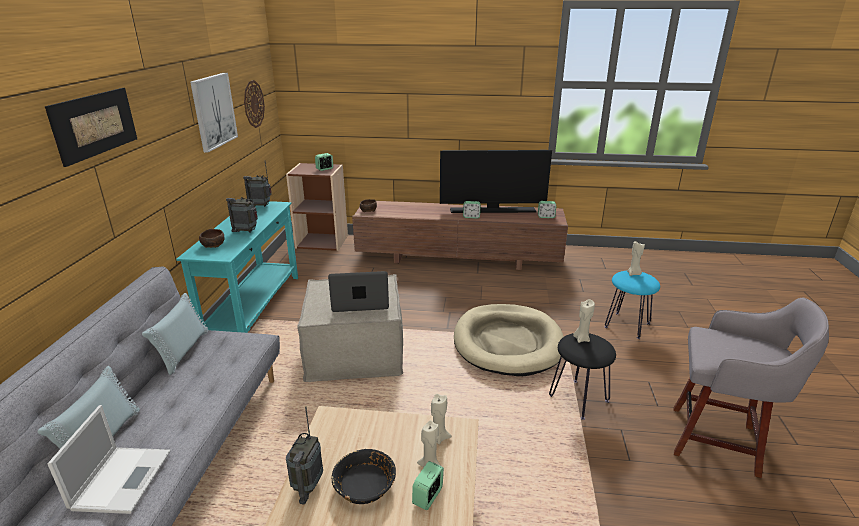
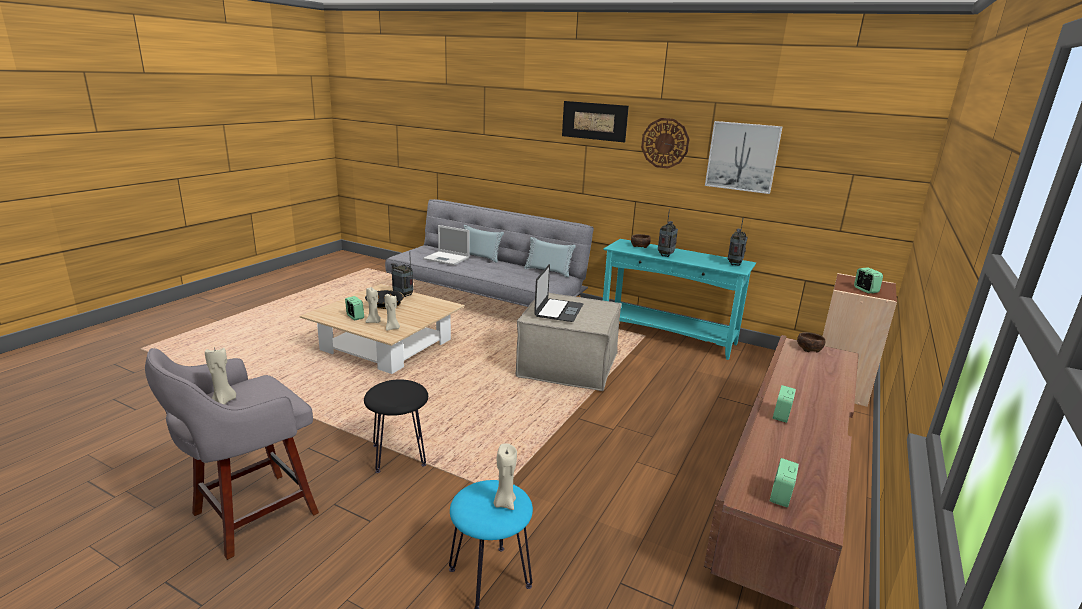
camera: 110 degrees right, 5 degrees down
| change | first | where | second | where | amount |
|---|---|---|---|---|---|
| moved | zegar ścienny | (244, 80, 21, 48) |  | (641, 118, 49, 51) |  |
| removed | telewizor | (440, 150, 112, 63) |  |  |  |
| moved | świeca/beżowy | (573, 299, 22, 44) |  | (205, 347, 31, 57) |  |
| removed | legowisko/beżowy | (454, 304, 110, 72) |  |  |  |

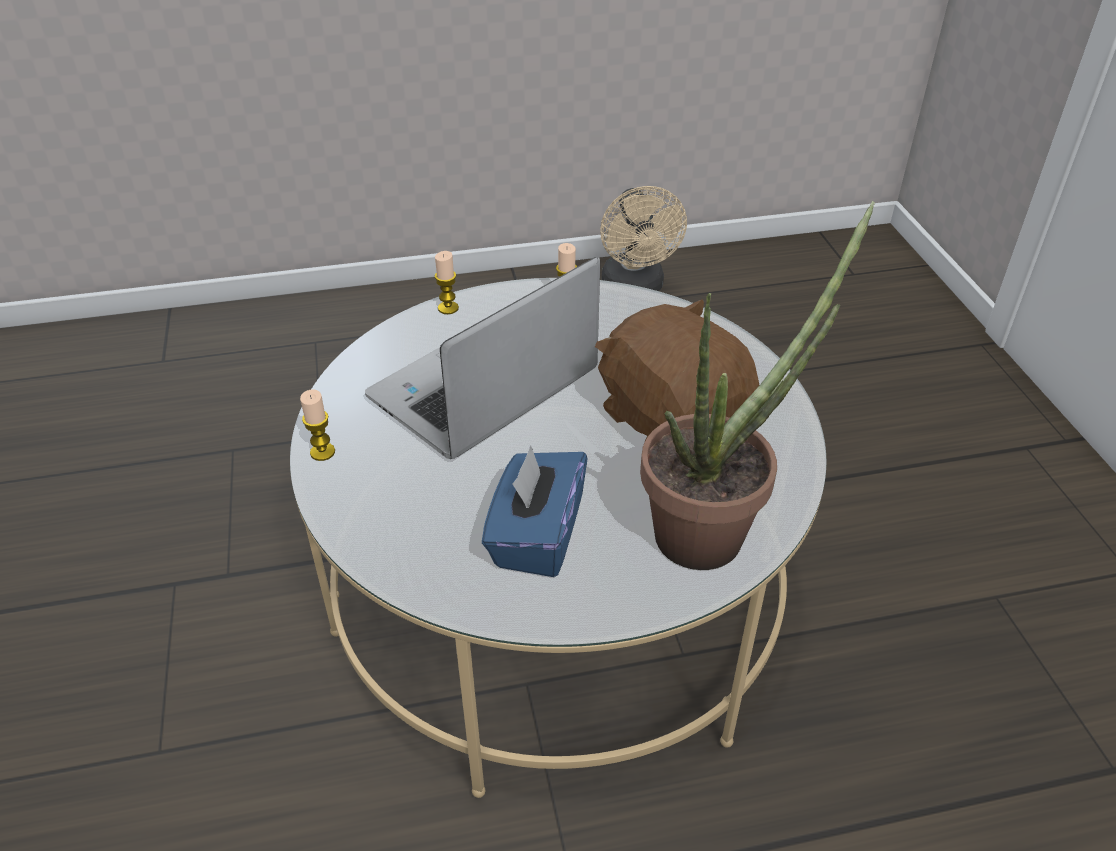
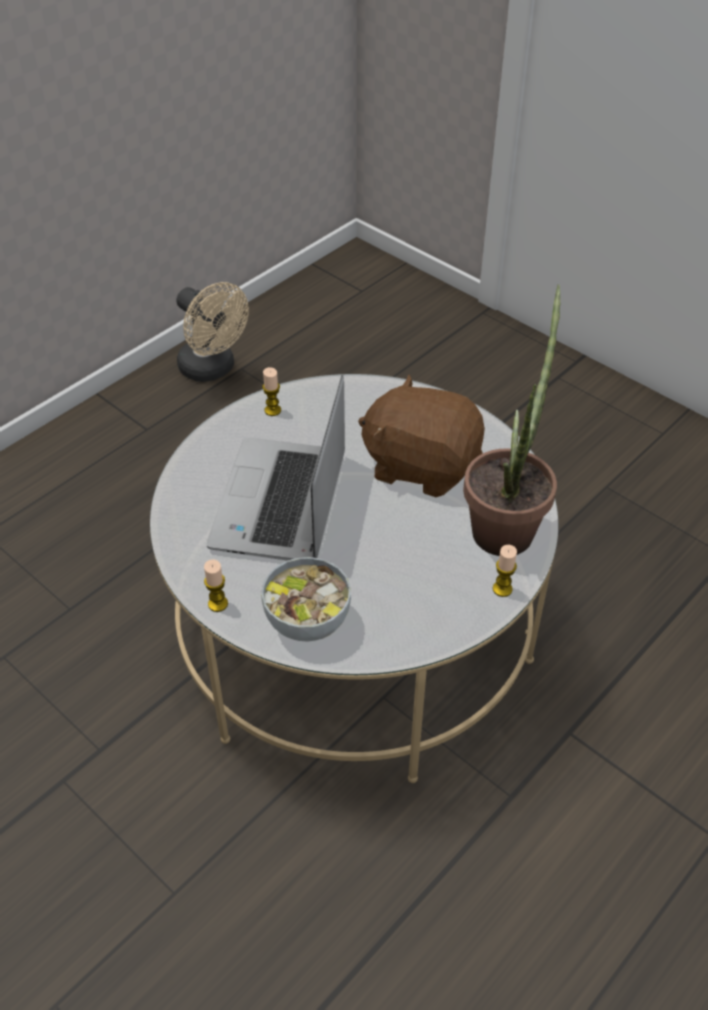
camera: 35 degrees left, 5 degrees up
| change | first | where | second | where | amount |
|---|---|---|---|---|---|
| moved | świeca | (435, 251, 24, 63) |  | (493, 545, 24, 52) |  |
| removed | pudełko chusteczek/niebieski | (482, 446, 106, 131) |  |  |  |
| added |  |  | miska | (261, 557, 90, 85) |  |

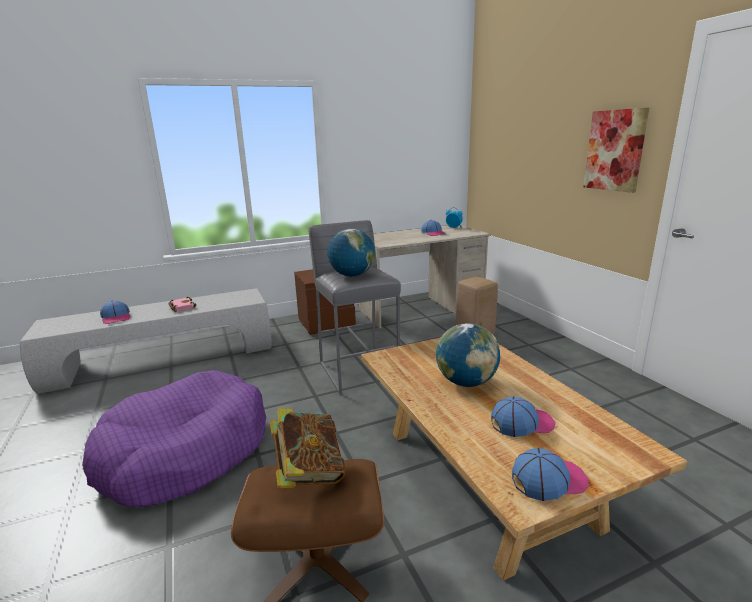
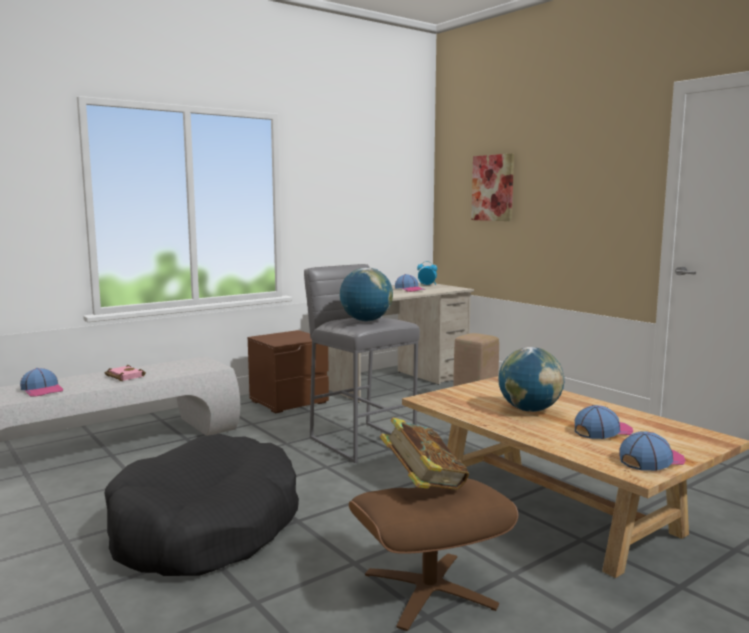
camera: 15 degrees left, 10 degrees down
| change | first | where | second | where | amount |
|---|---|---|---|---|---|
| moved | obraz | (583, 108, 66, 85) |  | (471, 154, 43, 67) |  |
| recoloured | legowisko/fioletowy | (82, 370, 184, 138) | legowisko/czarny | (104, 433, 195, 143) |  |

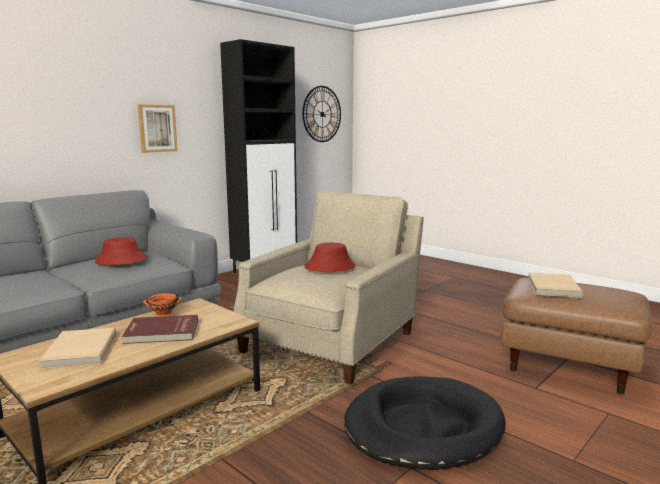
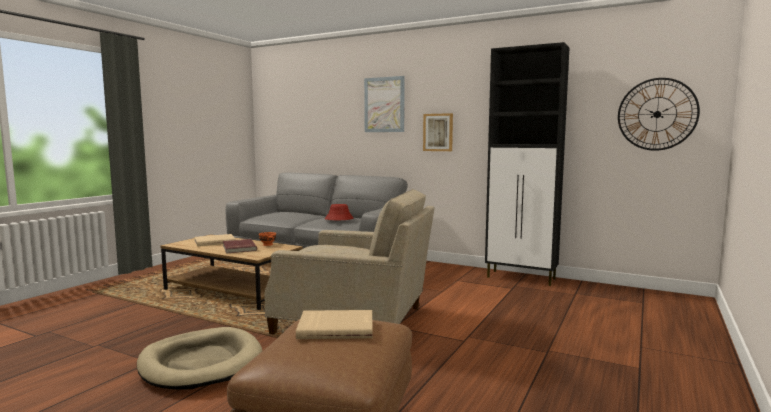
camera: 75 degrees right, 5 degrees down
| change | first | where | second | where | amount |
|---|---|---|---|---|---|
| removed | kapelusz/czerwony | (304, 243, 52, 29) |  |  |  |
| recoloured | legowisko/czarny | (344, 376, 162, 94) | legowisko/beżowy | (137, 327, 126, 63) |  |
| added |  |  | obraz | (364, 76, 41, 56) |  |

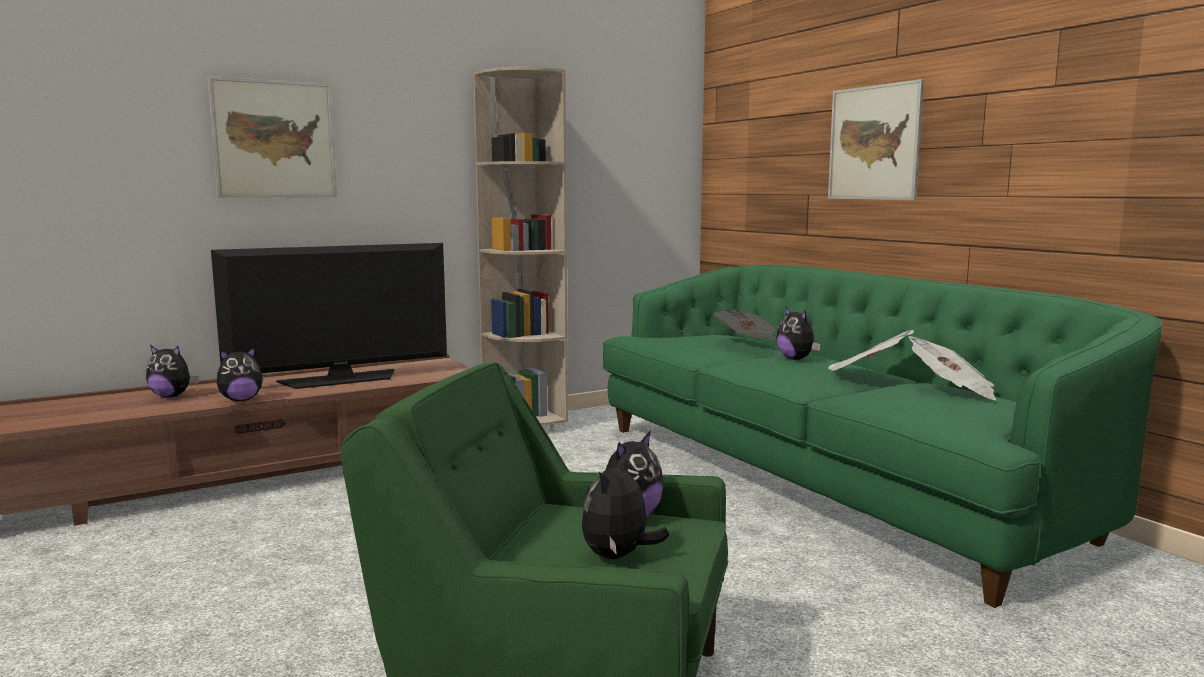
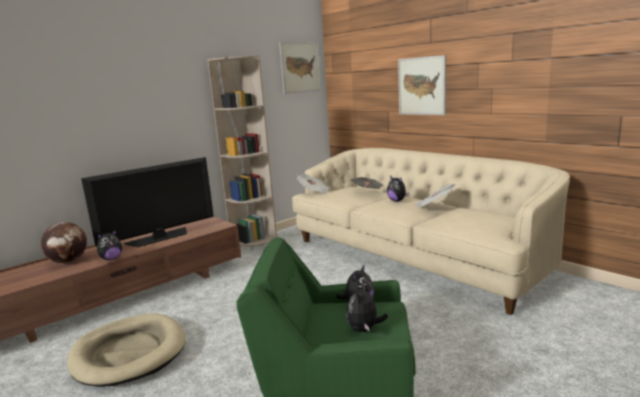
camera: 10 degrees left, 5 degrees up
| change | first | where | second | where | amount |
|---|---|---|---|---|---|
| moved | obraz | (208, 76, 129, 122) |  | (279, 42, 42, 52) |  |
| recoloured | kanapa/zielony | (603, 265, 559, 343) | kanapa/beżowy | (292, 148, 278, 167) |  |
| moved | gazeta | (909, 336, 87, 64) |  | (297, 173, 32, 21) |  |
| replaced | pluszak | (146, 345, 52, 52) | globus | (41, 222, 46, 41) |  |
| added |  |  | legowisko/beżowy | (67, 313, 119, 74) |  |

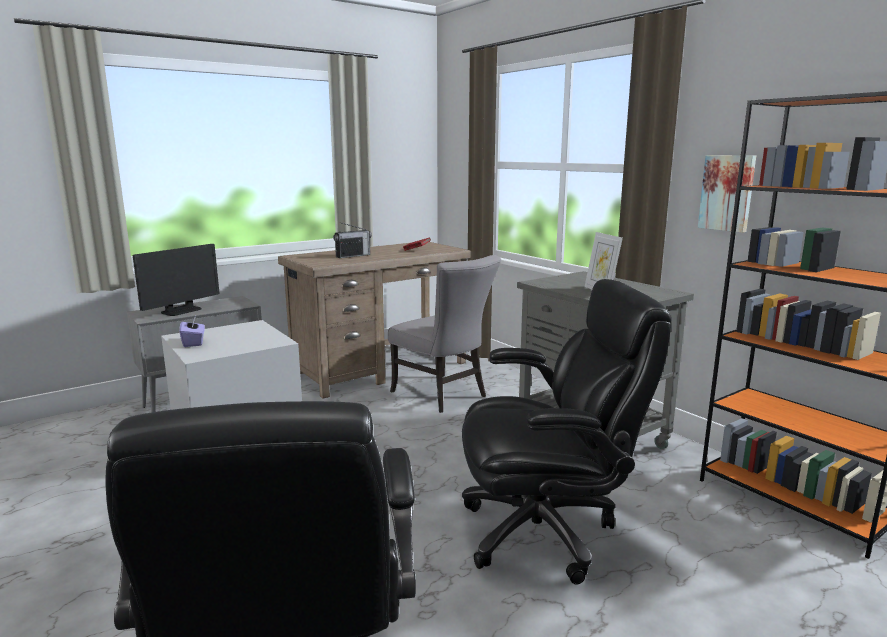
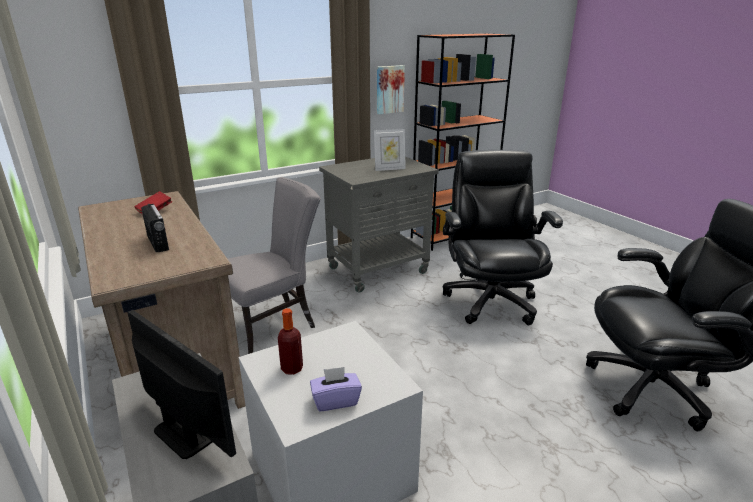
camera: 85 degrees left, 10 degrees up
| change | first | where | second | where | amount |
|---|---|---|---|---|---|
| added |  |  | butelka | (278, 308, 25, 67) |  |

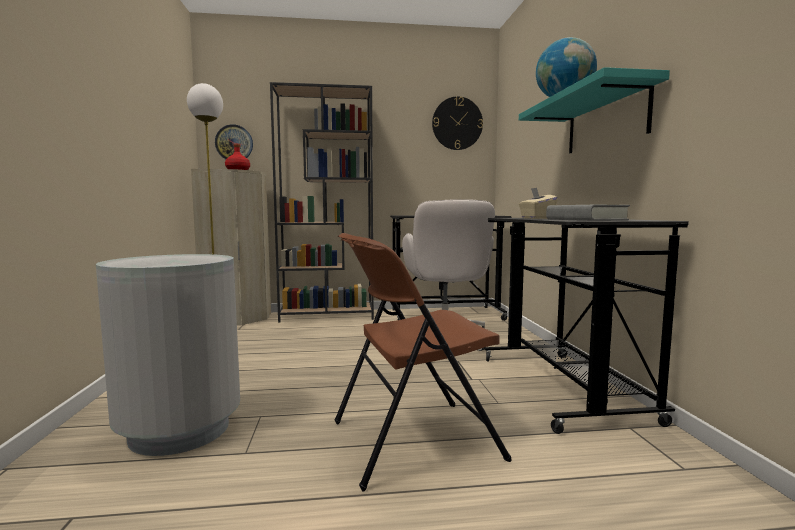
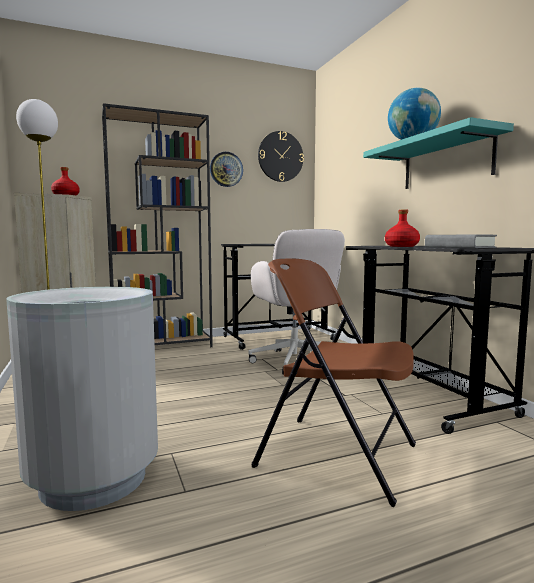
camera: 15 degrees left, 0 degrees up
| change | first | where | second | where | amount |
|---|---|---|---|---|---|
| moved | zegar ścienny | (215, 124, 38, 35) |  | (210, 152, 33, 35) |  |
| replaced | pudełko chusteczek/beżowy | (519, 187, 39, 32) | butelka/czerwony | (385, 209, 35, 38) |  |
| turned | krzesło/brązowy | (334, 233, 178, 259) |  | (252, 258, 164, 249) | 60 degrees clockwise |

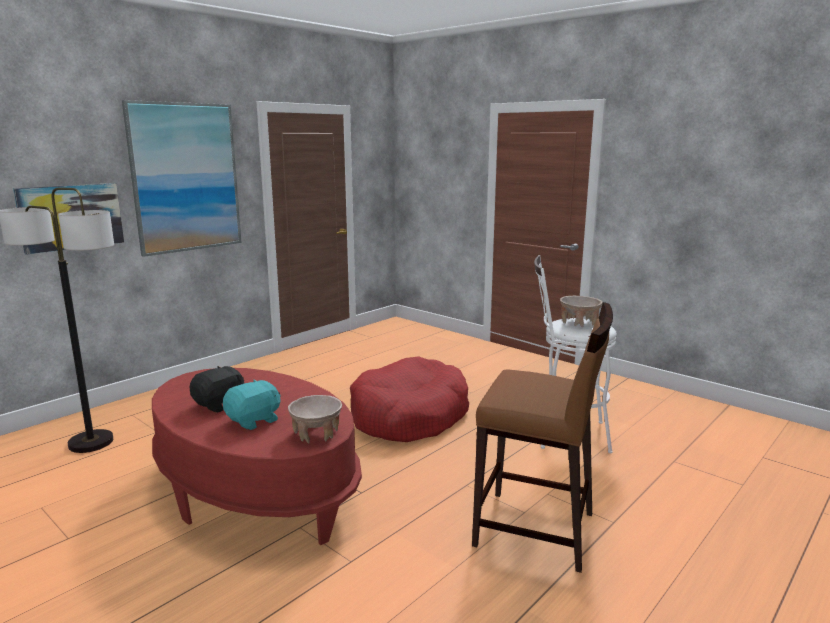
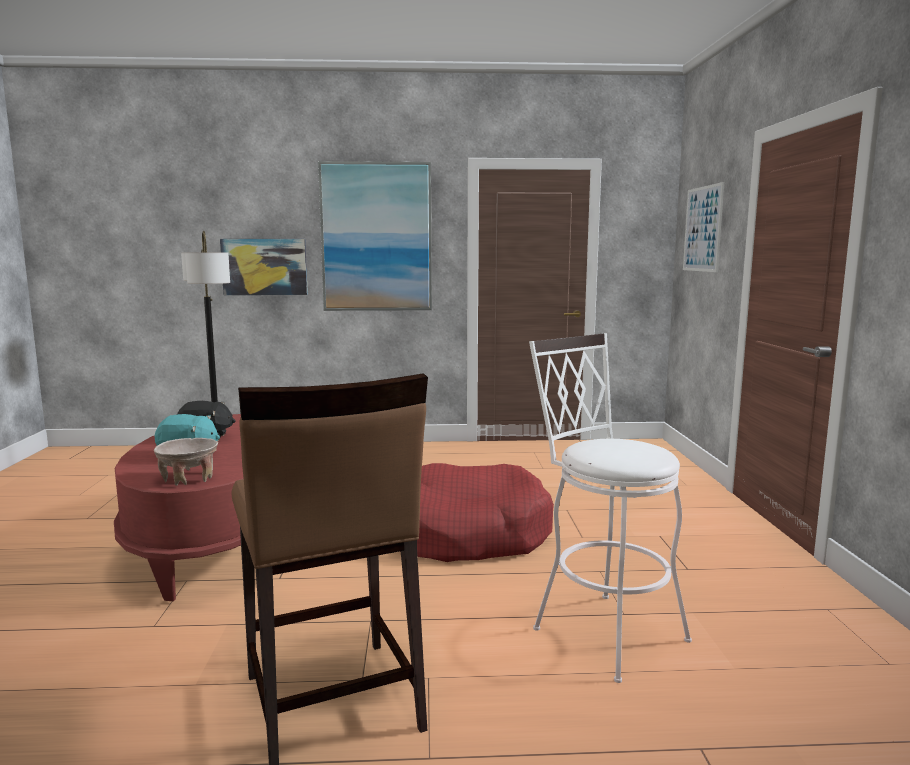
camera: 45 degrees right, 5 degrees down
| change | first | where | second | where | amount |
|---|---|---|---|---|---|
| removed | miska/beżowy | (560, 295, 42, 32) |  |  |  |
| added |  |  | obraz | (683, 182, 41, 90) |  |

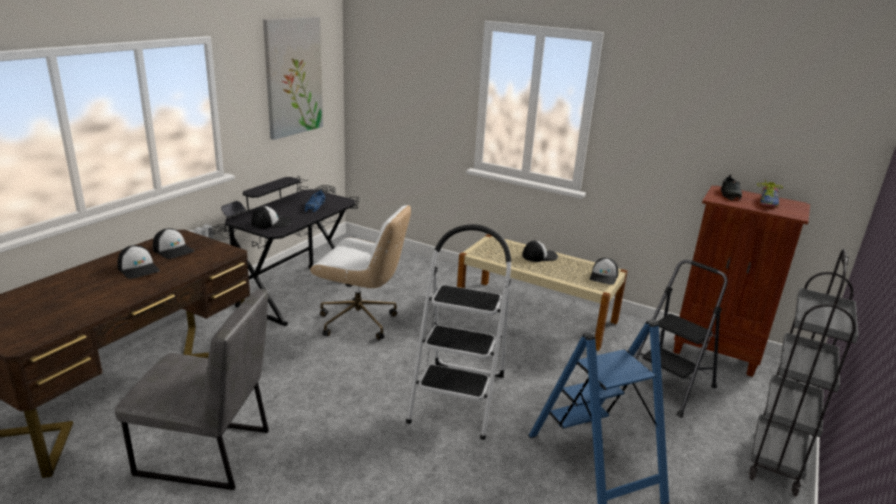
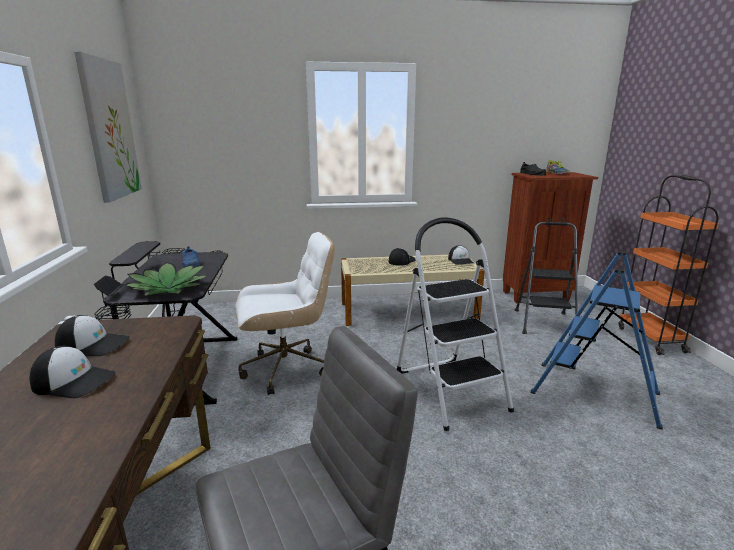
camera: 35 degrees left, 5 degrees down
| change | first | where | second | where | amount |
|---|---|---|---|---|---|
| replaced | czapka z daszkiem | (251, 206, 40, 23) | roślina doniczkowa | (125, 262, 82, 34) |  |
| recoloured | wózek/szary | (749, 249, 110, 247) | wózek/pomarańczowy | (618, 175, 101, 180) |  |

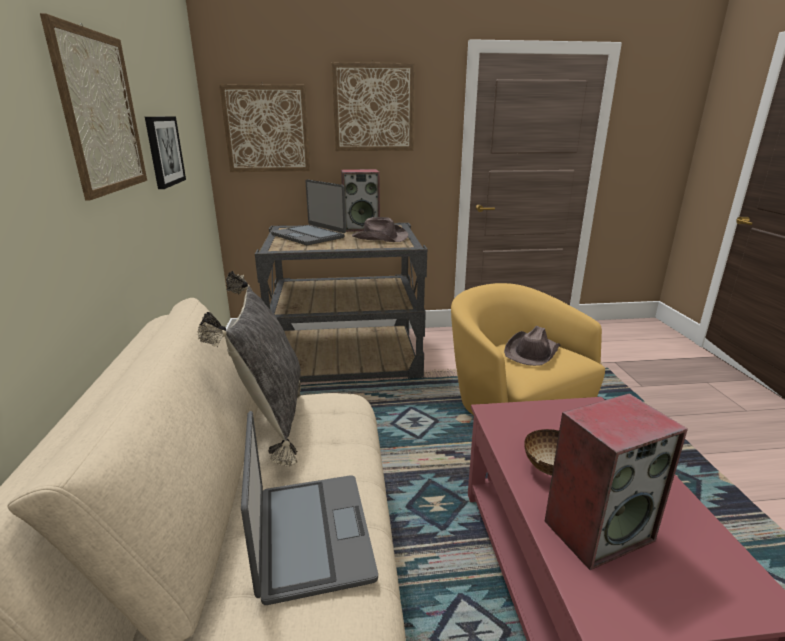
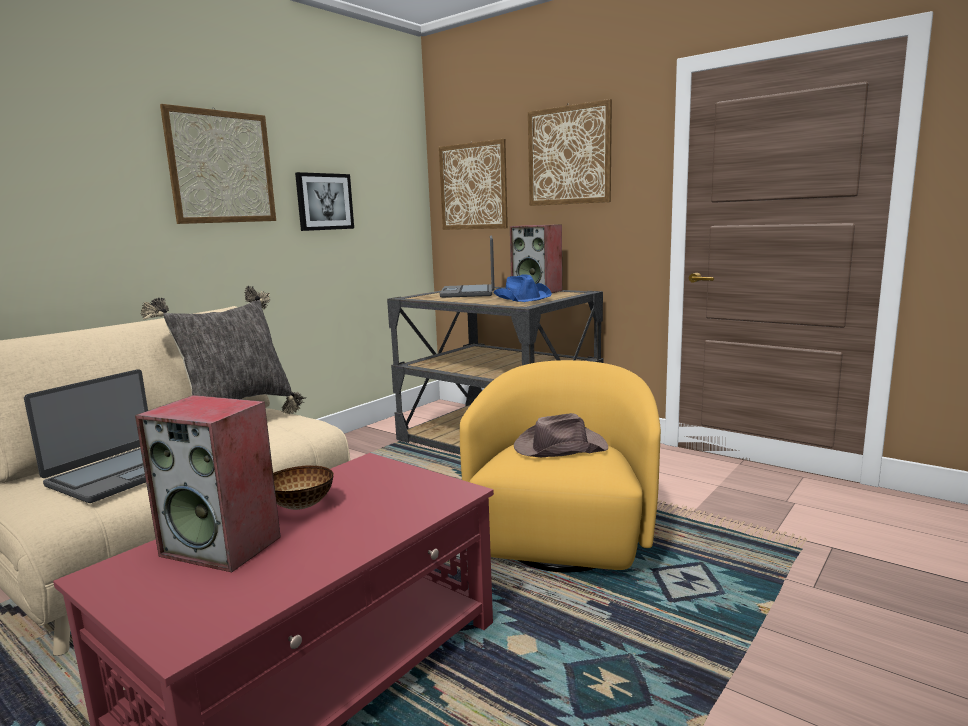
camera: 45 degrees right, 10 degrees down
| change | first | where | second | where | amount |
|---|---|---|---|---|---|
| recoloured | kapelusz/brązowy | (352, 217, 57, 25) | kapelusz/niebieski | (493, 274, 59, 28) |  |

